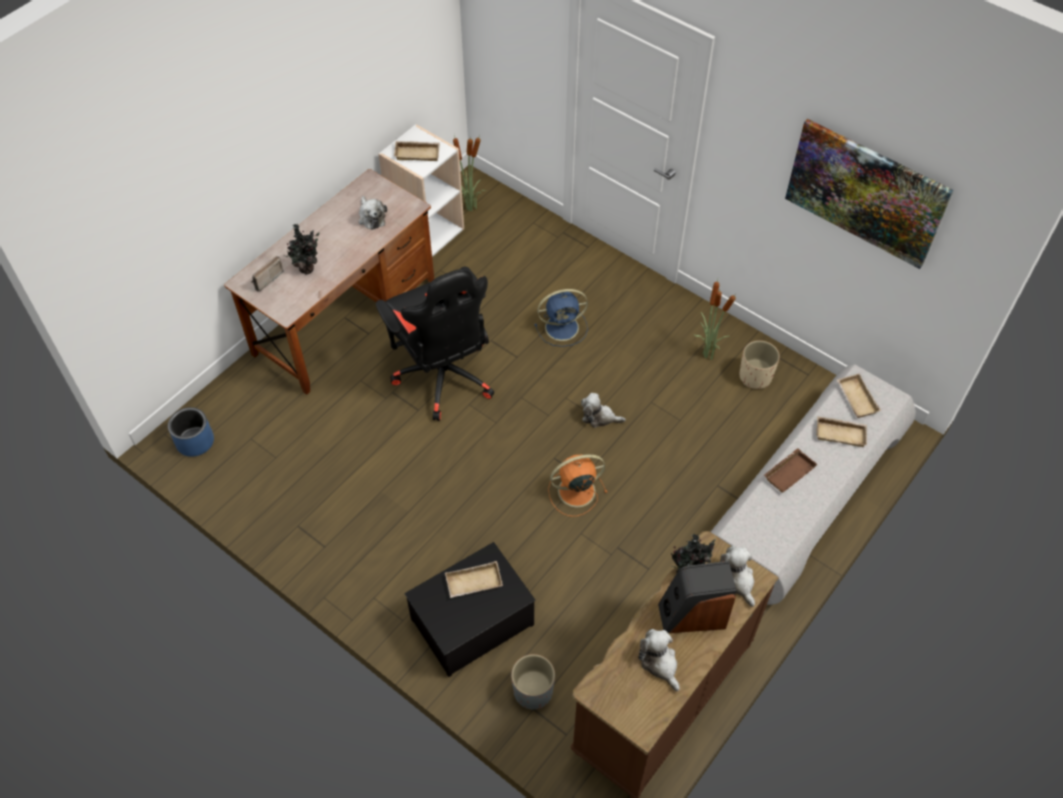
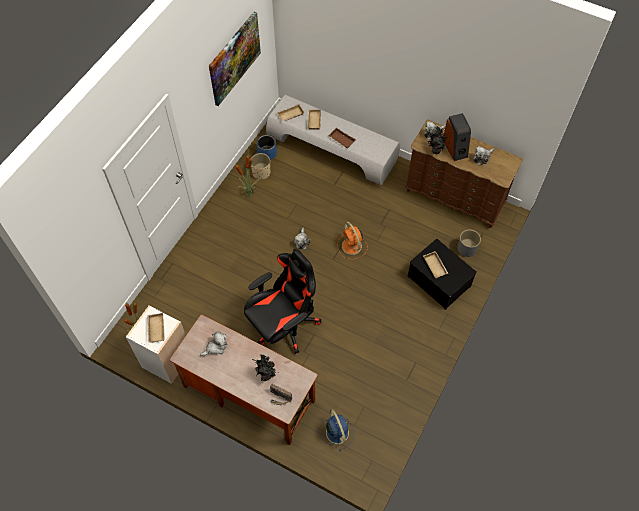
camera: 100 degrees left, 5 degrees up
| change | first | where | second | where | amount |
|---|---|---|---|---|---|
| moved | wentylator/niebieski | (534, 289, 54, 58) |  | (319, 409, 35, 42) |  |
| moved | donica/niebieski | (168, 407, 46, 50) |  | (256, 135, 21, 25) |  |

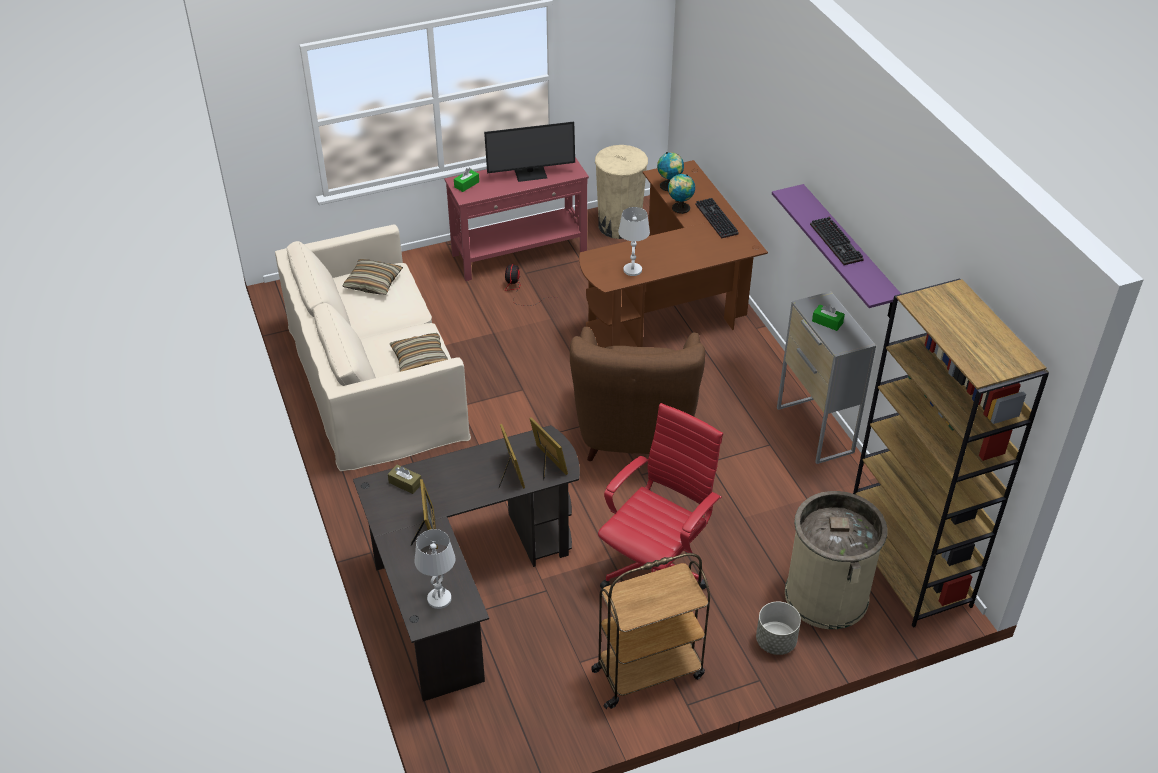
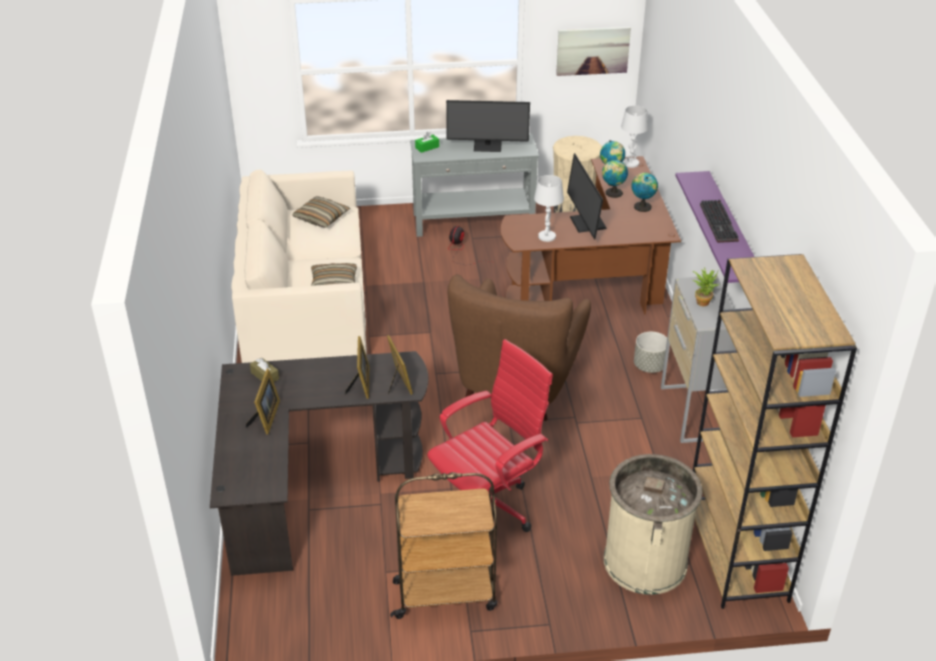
camera: 15 degrees right, 5 degrees down
| change | first | where | second | where | amount |
|---|---|---|---|---|---|
| recoloured | stolik konsolowy/czerwony | (444, 157, 145, 124) | stolik konsolowy/szary | (410, 134, 129, 103) |  |
| replaced | klawiatura | (696, 198, 43, 40) | globus | (632, 173, 26, 39) |  |
| replaced | pudełko chusteczek/zielony | (812, 304, 33, 27) | roślina doniczkowa | (693, 267, 26, 39) |  |
| moved | lampa stołowa/biały | (414, 529, 42, 80) |  | (621, 106, 27, 62) |  |
| moved | donica/szary | (756, 602, 45, 53) |  | (634, 332, 33, 41) |  |
| added |  |  | obraz | (556, 27, 75, 49) |  |
| added |  |  | monitor | (567, 153, 40, 86) |  |

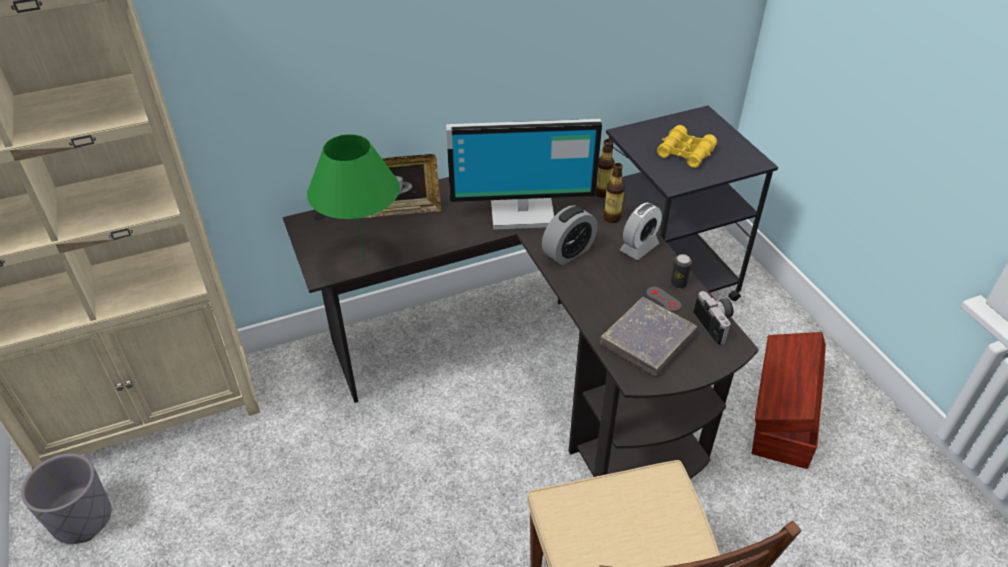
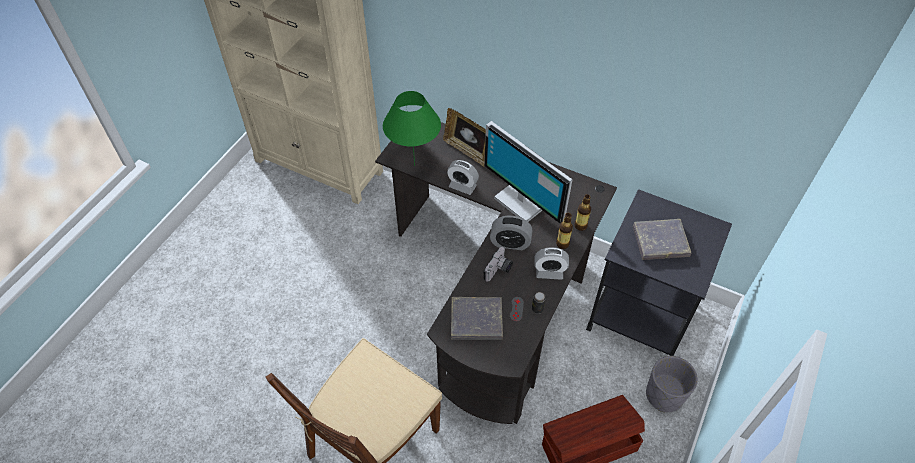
camera: 50 degrees right, 10 degrees up
| change | first | where | second | where | amount |
|---|---|---|---|---|---|
| replaced | lornetka/żółty | (657, 125, 60, 43) | książka/szary | (633, 219, 58, 41) |  |
| moved | aparat fotograficzny | (693, 291, 40, 53) |  | (483, 247, 30, 35) |  |
| moved | donica/szary | (21, 453, 91, 91) |  | (646, 356, 52, 56) |  |
| added |  |  | budzik | (447, 160, 32, 35) |  |

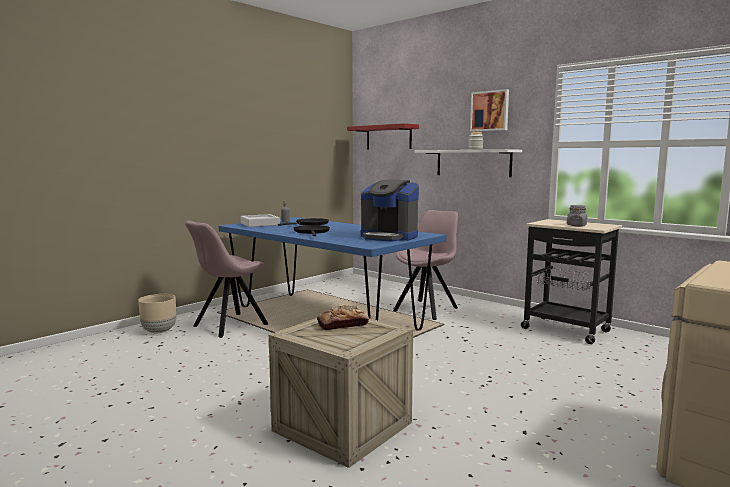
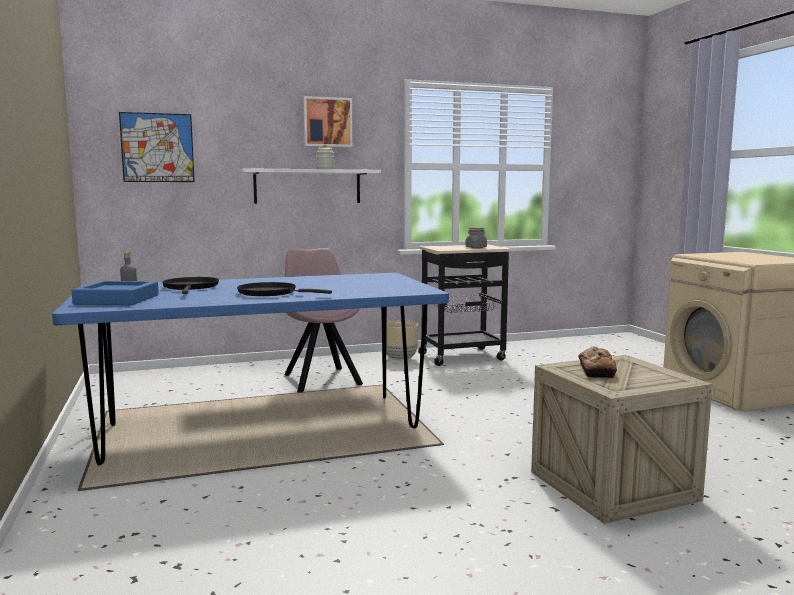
camera: 60 degrees left, 0 degrees up
| change | first | where | second | where | amount |
|---|---|---|---|---|---|
| replaced | półka/czerwony | (347, 123, 72, 26) | obraz | (119, 112, 76, 70) |  |
| removed | ekspres do kawy | (361, 180, 58, 62) |  |  |  |
| recoloured | taca/szary | (240, 214, 40, 13) | taca/niebieski | (72, 281, 87, 24) |  |
| removed | krzesło/różowy | (185, 221, 83, 117) |  |  |  |
| moved | donica/beżowy | (138, 294, 38, 39) |  | (386, 321, 32, 39) |  |

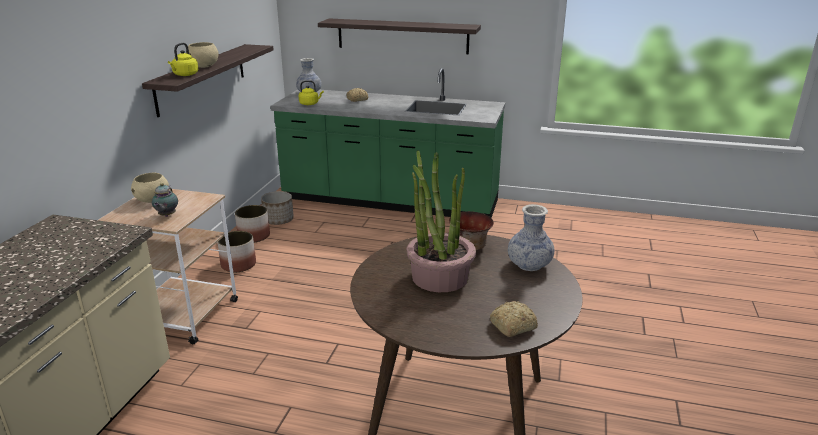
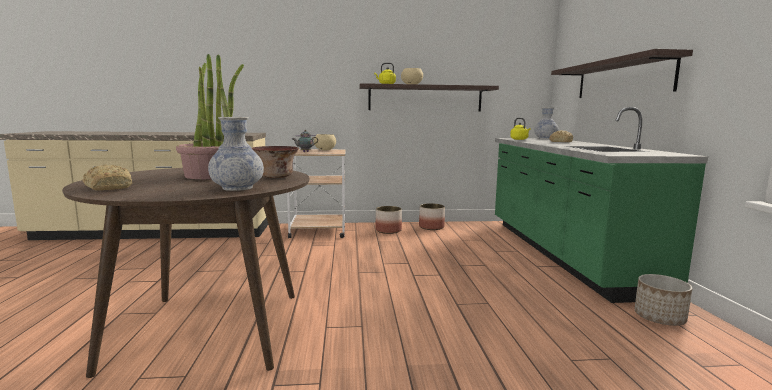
camera: 70 degrees right, 15 degrees down
| change | first | where | second | where | amount |
|---|---|---|---|---|---|
| moved | donica | (261, 191, 33, 34) |  | (634, 274, 58, 52) |  |

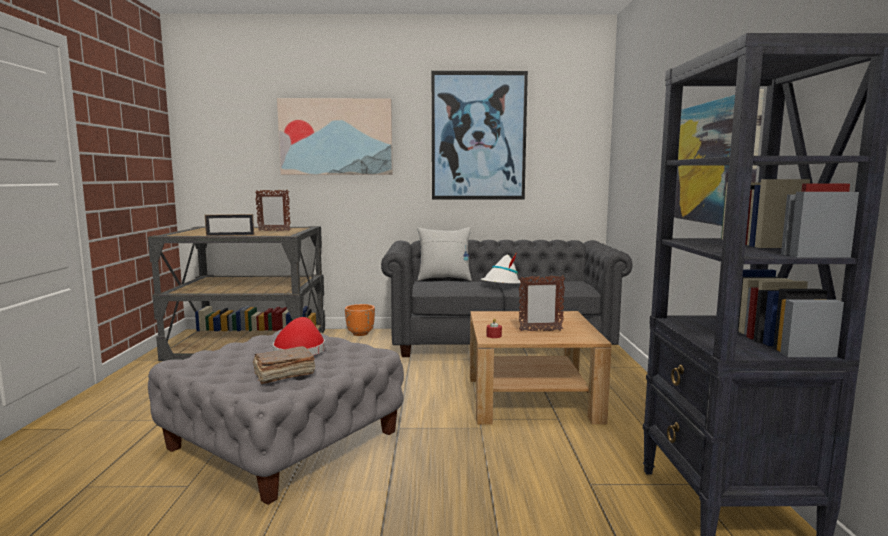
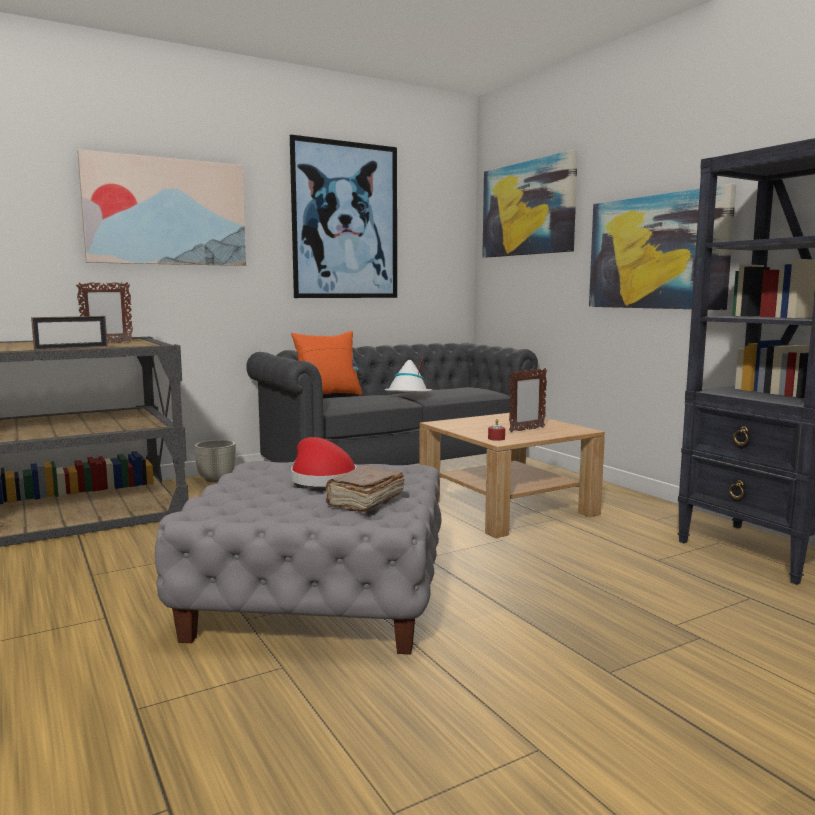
camera: 30 degrees left, 0 degrees up
| change | first | where | second | where | amount |
|---|---|---|---|---|---|
| recoloured | poduszka/szary | (417, 227, 55, 54) | poduszka/pomarańczowy | (291, 331, 71, 64) |  |
| recoloured | donica/pomarańczowy | (345, 304, 30, 32) | donica/szary | (194, 440, 42, 43) |  |
| added |  |  | obraz | (482, 150, 96, 108) |  |

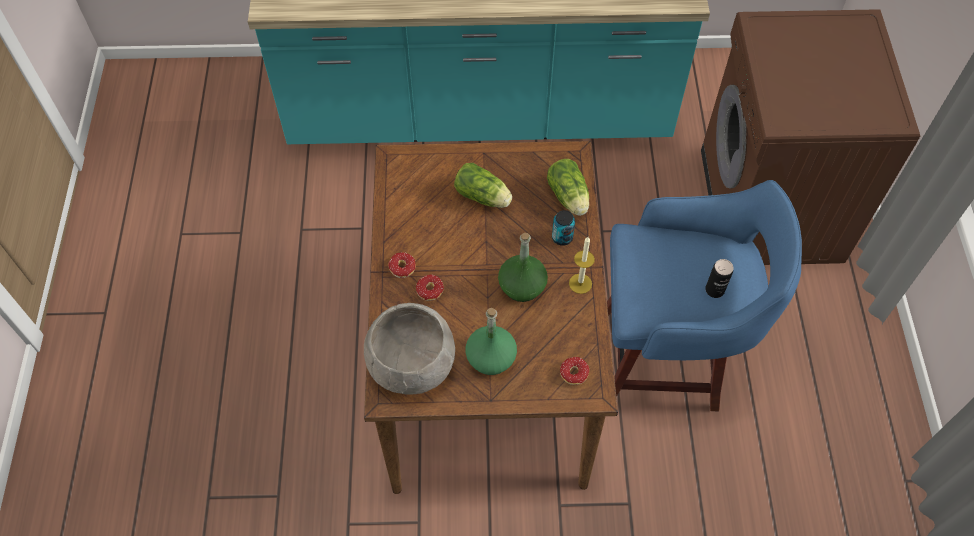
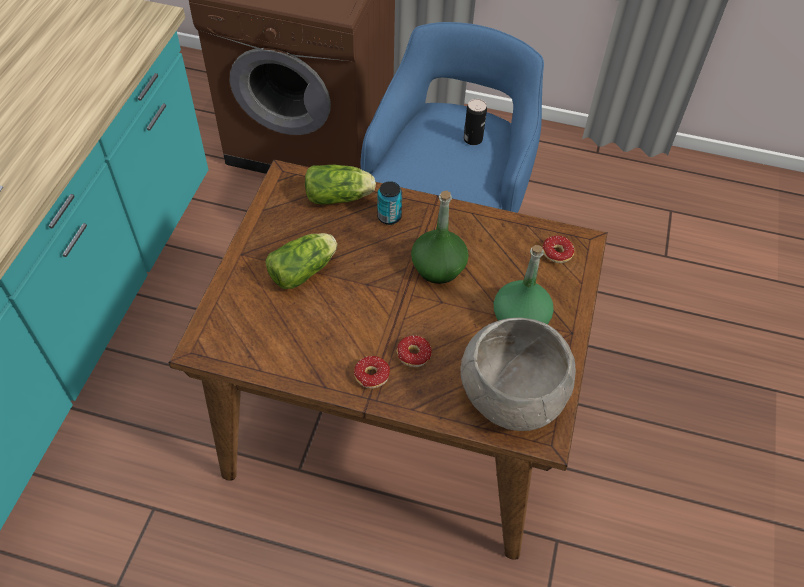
camera: 75 degrees left, 5 degrees down
| change | first | where | second | where | amount |
|---|---|---|---|---|---|
| removed | świeca | (569, 237, 26, 57) |  |  |  |

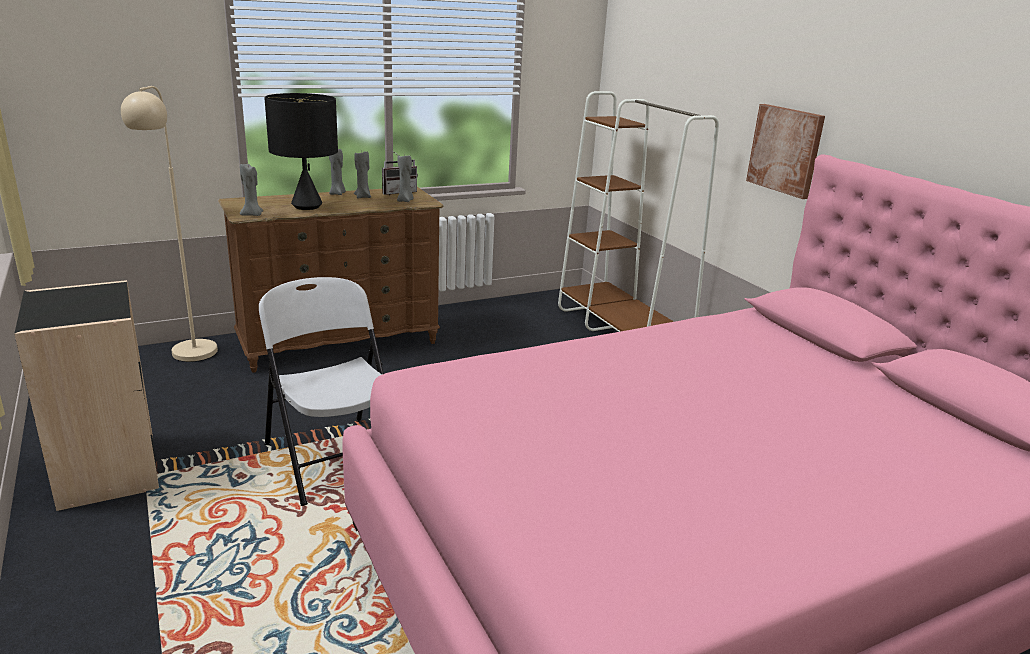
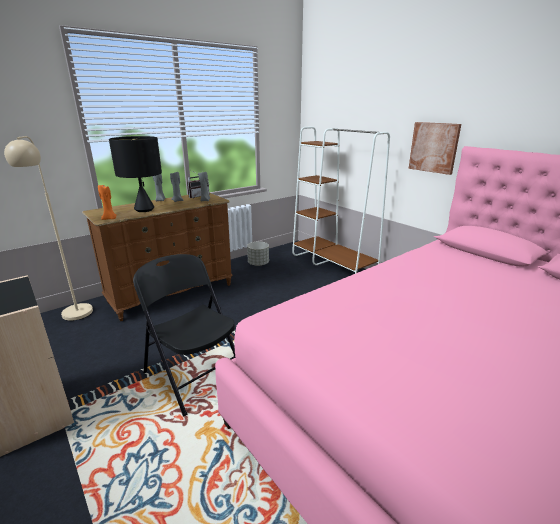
camera: 10 degrees left, 0 degrees up
| change | first | where | second | where | amount |
|---|---|---|---|---|---|
| recoloured | świeca/szary | (240, 164, 23, 52) | świeca/pomarańczowy | (98, 185, 19, 35) |  |
| recoloured | krzesło/biały | (259, 277, 125, 229) | krzesło/czarny | (133, 254, 103, 163) |  |
| added |  |  | donica/szary | (247, 241, 22, 25) |  |

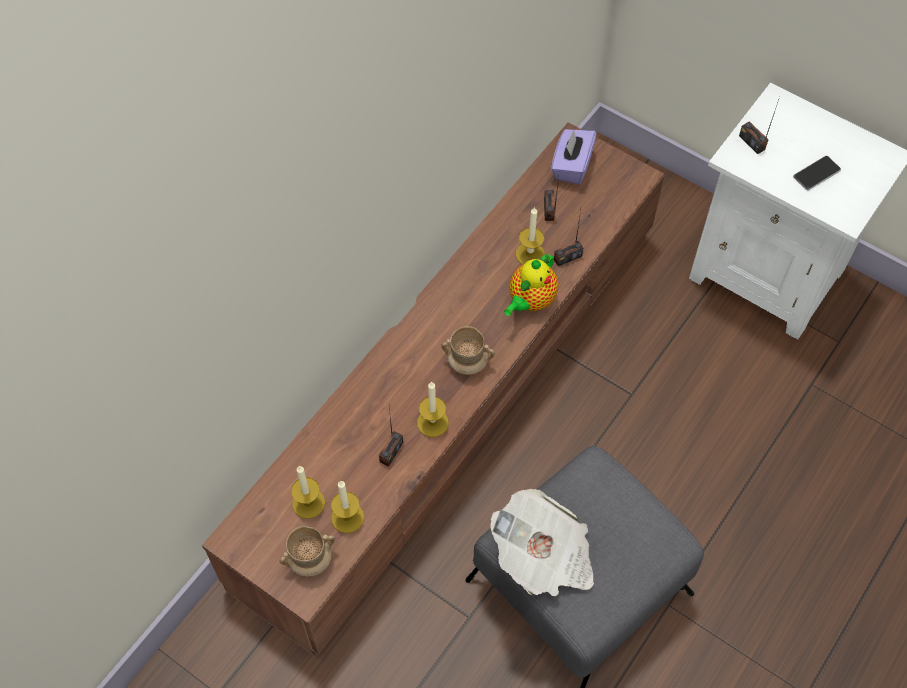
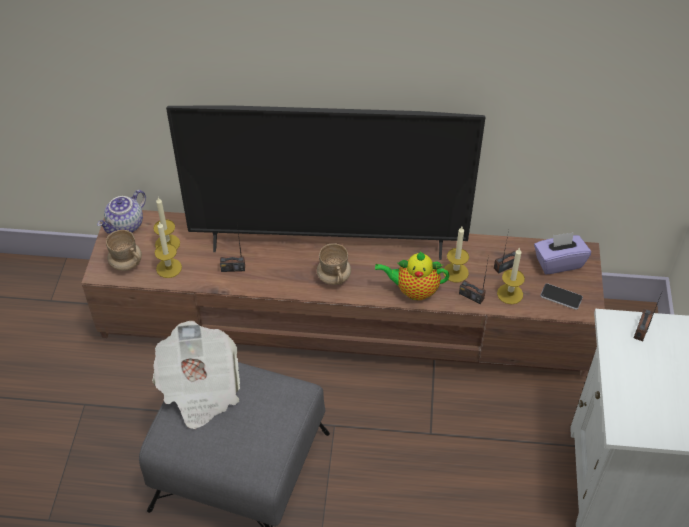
camera: 60 degrees right, 10 degrees down
| change | first | where | second | where | amount |
|---|---|---|---|---|---|
| moved | telefon | (793, 156, 48, 34) |  | (540, 283, 43, 27) |  |
| moved | świeca | (417, 381, 32, 56) |  | (497, 248, 28, 56) |  |
| added |  |  | telewizor | (166, 105, 320, 155) |  |
| added |  |  | imbryk | (97, 190, 49, 44) |  |

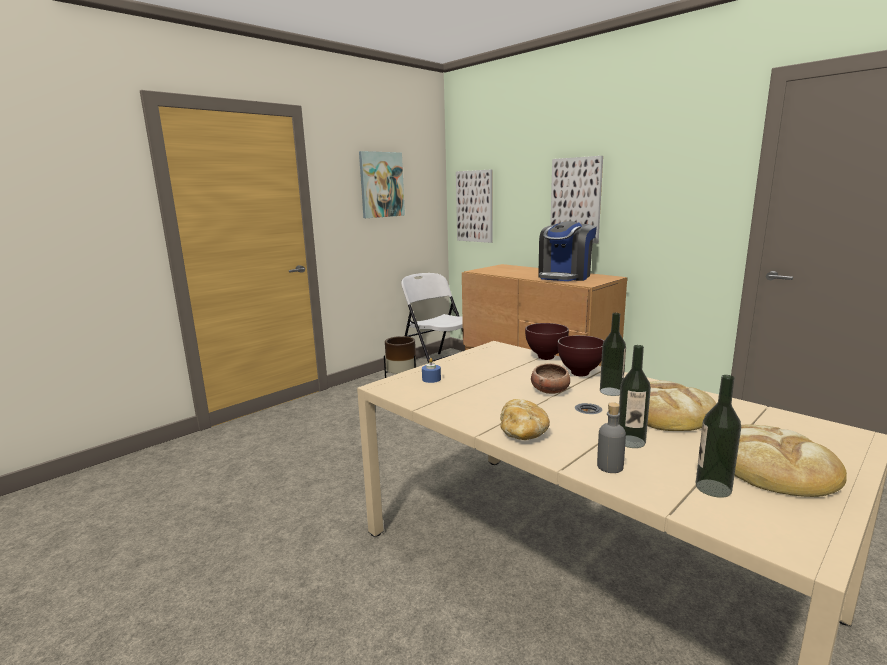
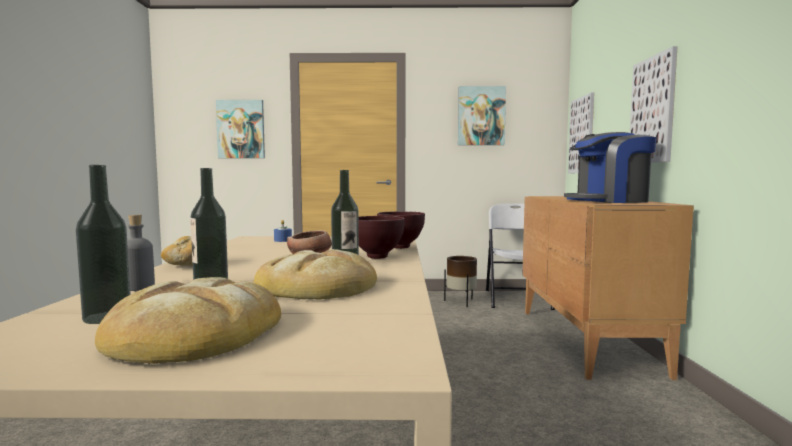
camera: 45 degrees right, 10 degrees down
| change | first | where | second | where | amount |
|---|---|---|---|---|---|
| added |  |  | obraz | (216, 100, 49, 58) |  |

